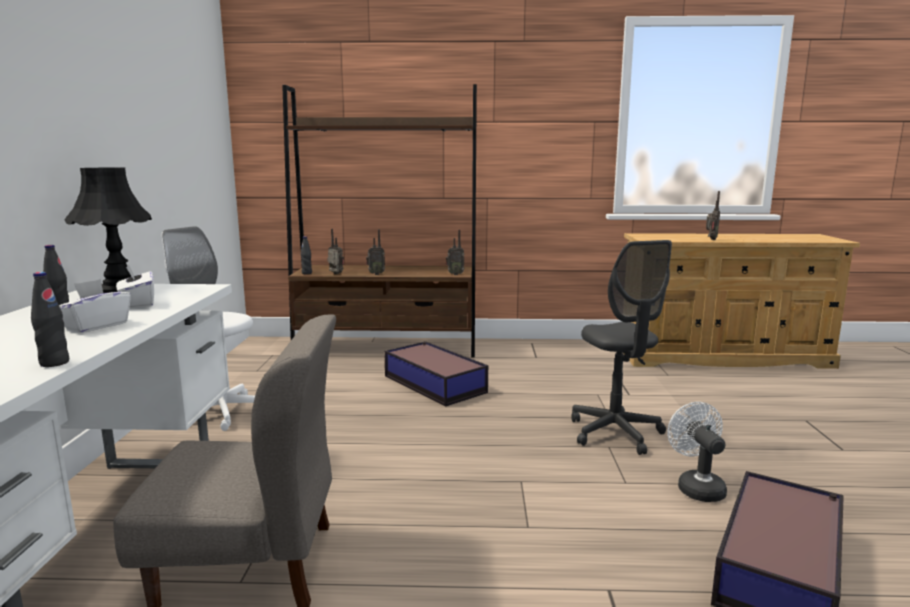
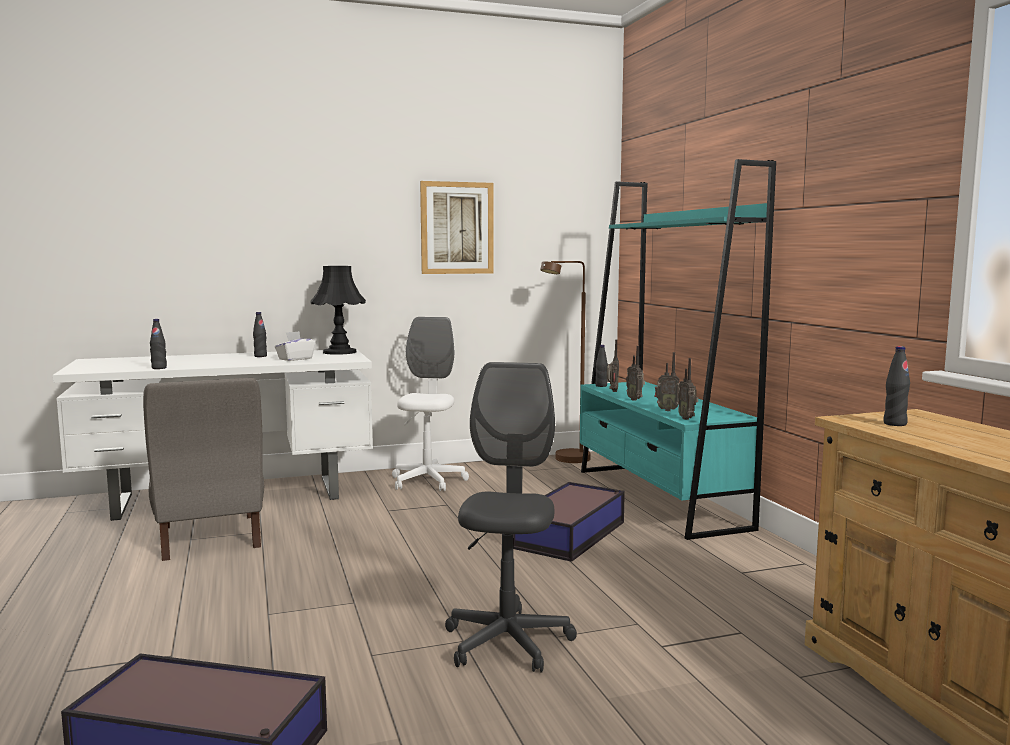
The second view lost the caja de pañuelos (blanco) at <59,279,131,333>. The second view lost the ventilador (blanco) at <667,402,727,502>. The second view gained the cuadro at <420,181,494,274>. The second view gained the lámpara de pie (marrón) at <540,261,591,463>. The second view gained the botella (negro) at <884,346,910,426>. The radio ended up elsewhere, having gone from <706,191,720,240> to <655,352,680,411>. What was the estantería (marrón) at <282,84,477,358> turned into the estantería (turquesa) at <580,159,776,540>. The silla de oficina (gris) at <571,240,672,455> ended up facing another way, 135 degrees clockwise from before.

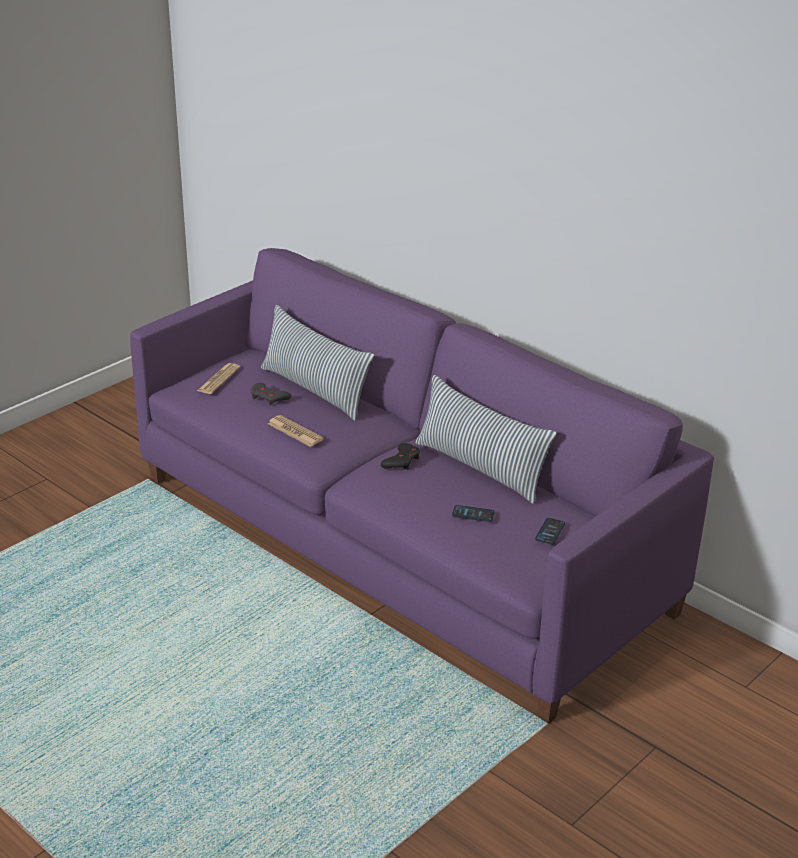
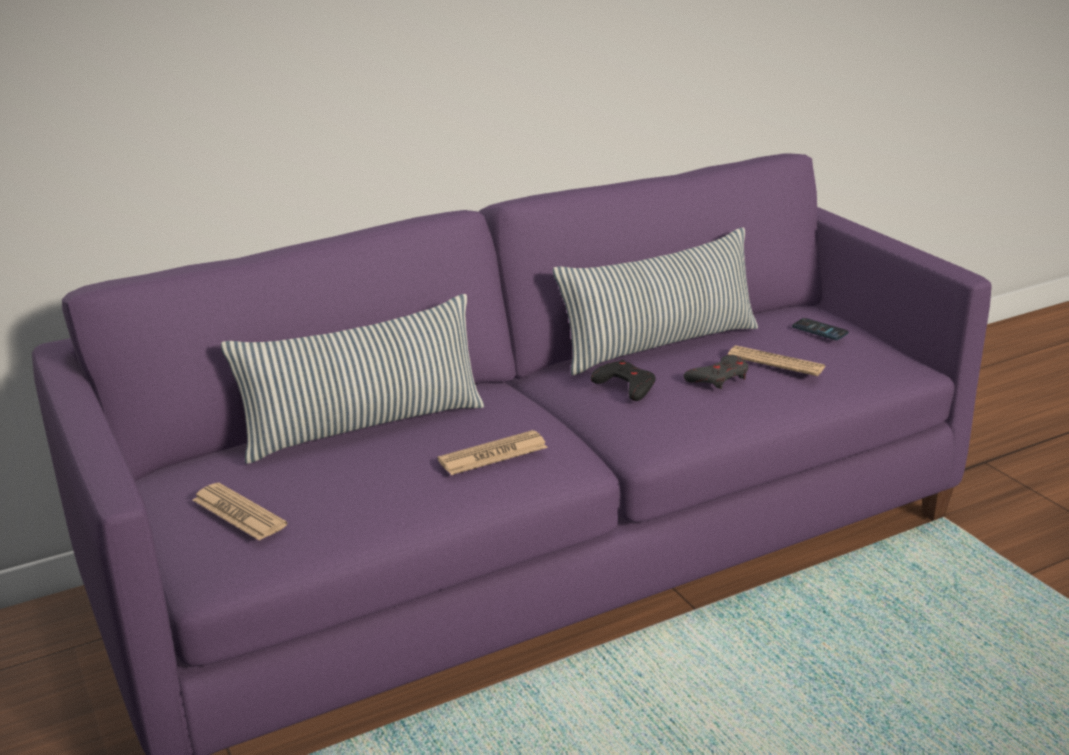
The mando de consola (gris) ended up elsewhere, having gone from <250,383,291,405> to <684,355,749,389>. Where the móvil stood at <452,505,495,522>, the periódico came to stand at <728,346,826,376>.

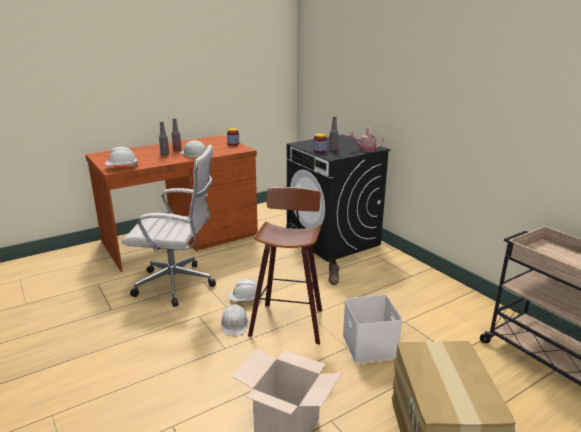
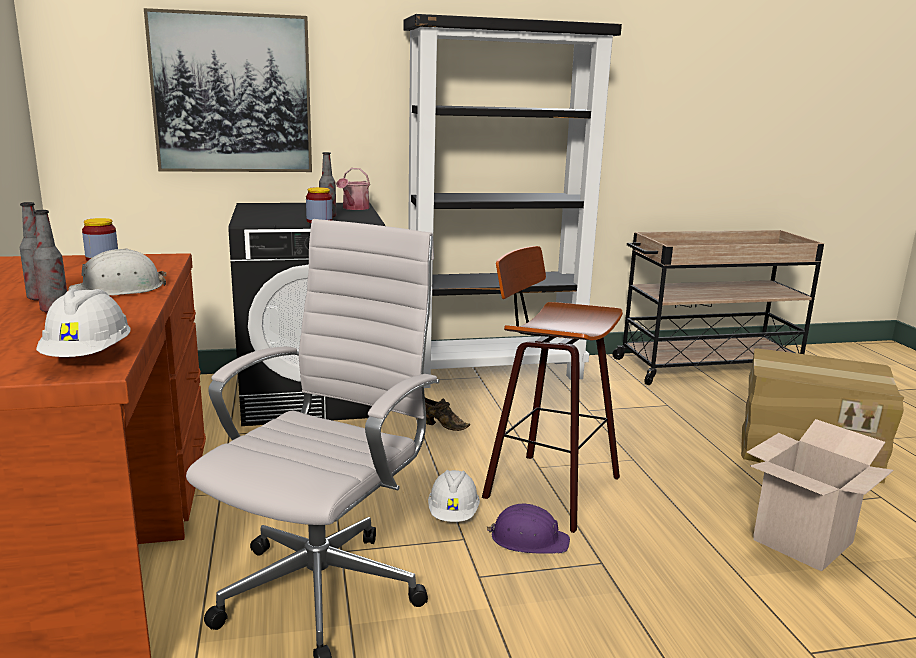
The second view lost the caja de almacenaje (blanco) at <343,295,403,364>. The second view gained the cuadro at <144,8,312,172>. The second view gained the estantería (negro) at <403,14,622,388>. What was the casco (blanco) at <221,304,249,336> turned into the casco (morado) at <487,504,570,554>.

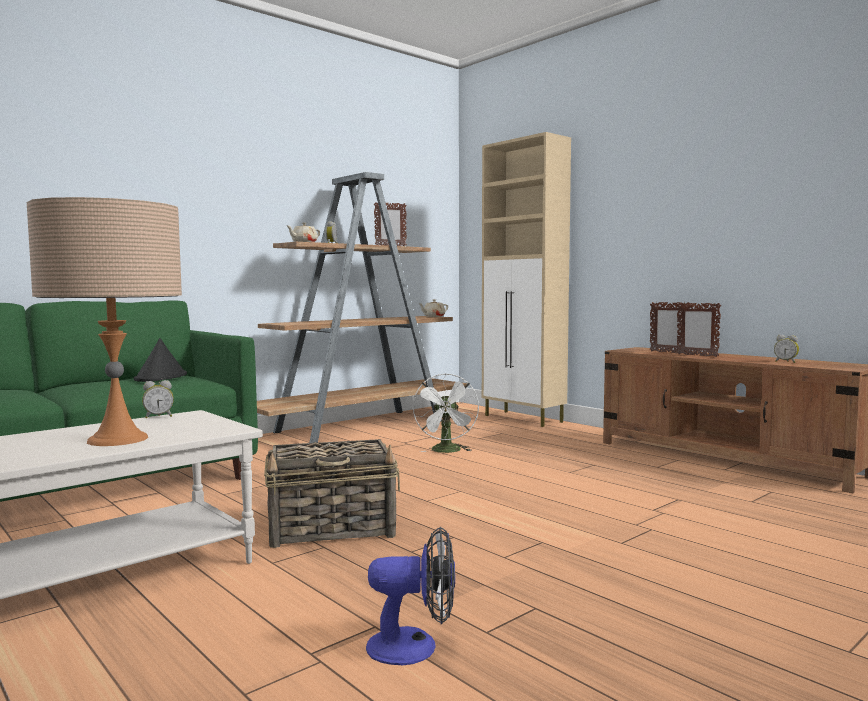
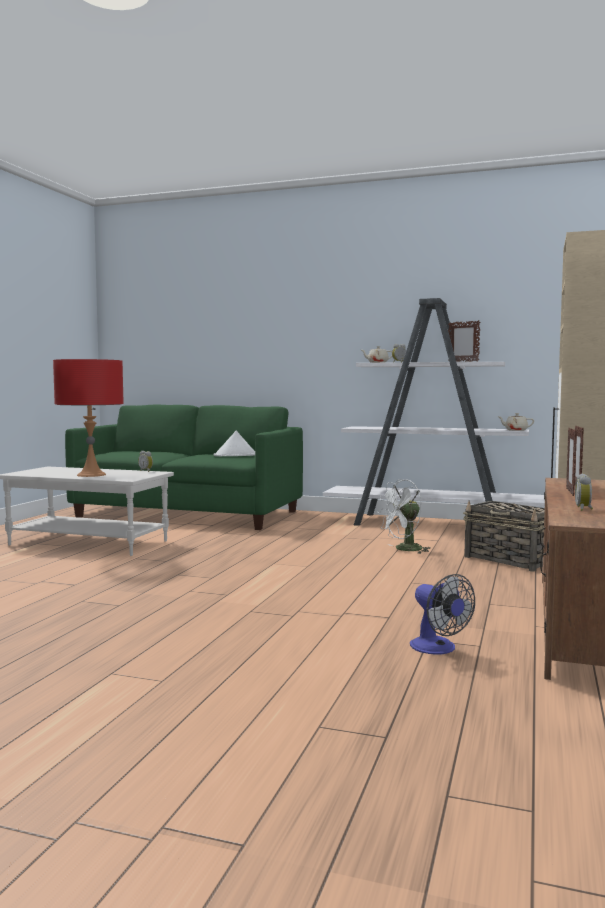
The cesta ended up elsewhere, having gone from <264,439,400,548> to <463,500,545,572>. The ventilador ended up elsewhere, having gone from <366,526,455,665> to <410,574,475,655>. What was the lámpara de mesa (beis) at <27,197,182,446> turned into the lámpara de mesa (rojo) at <53,359,124,477>. What was the sombrero (negro) at <134,338,187,382> turned into the sombrero (blanco) at <214,430,255,456>. What was the estantería (marrón) at <257,172,468,443> turned into the estantería (blanco) at <323,298,545,526>.

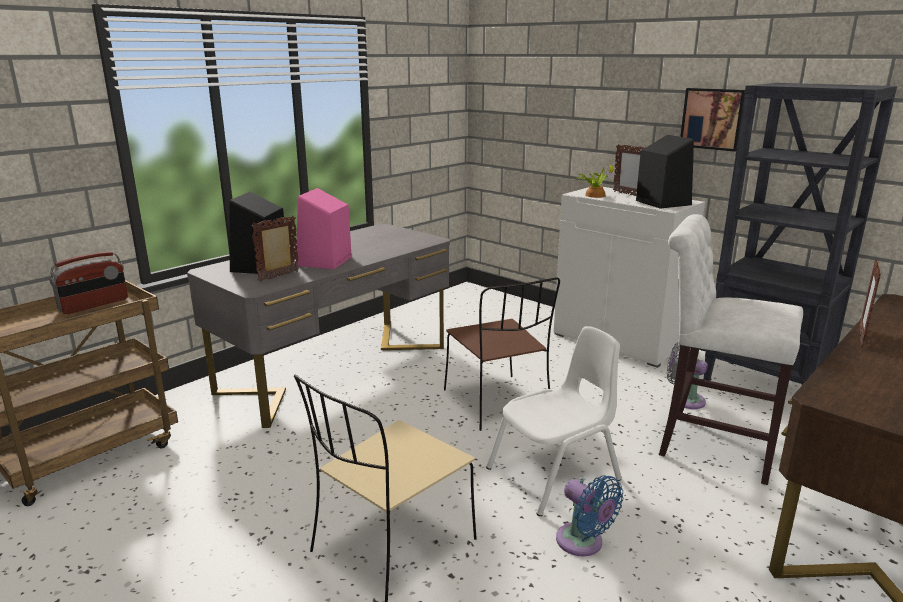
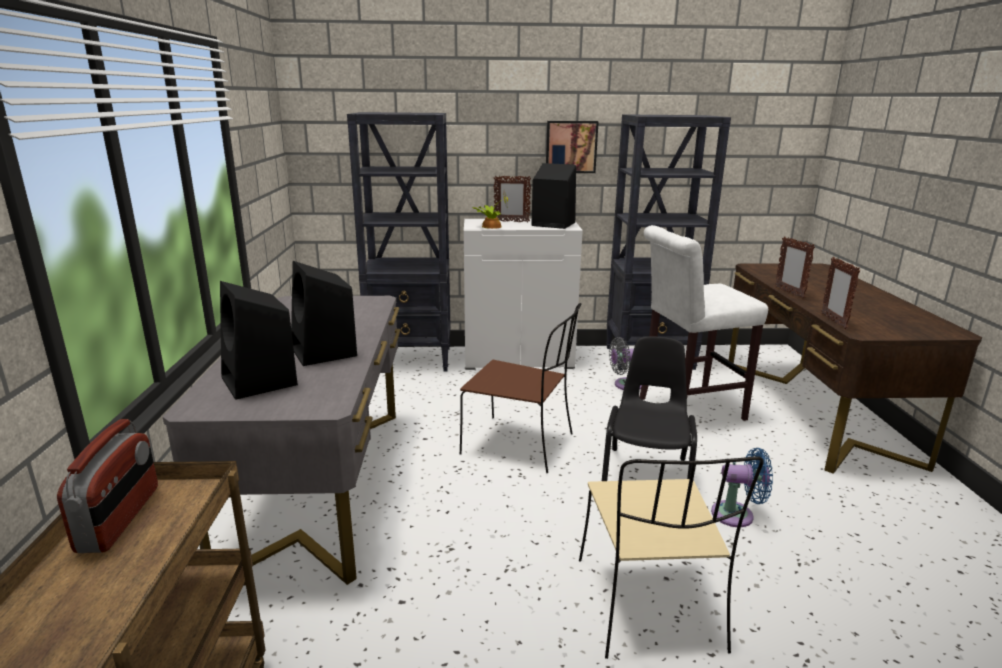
The second view gained the estantería (negro) at <347,112,451,372>. The portarretratos ended up elsewhere, having gone from <251,215,299,282> to <821,257,860,329>. What was the altavoz (rosa) at <296,188,352,269> turned into the altavoz (negro) at <291,261,357,366>. What was the silla (blanco) at <486,326,622,516> turned into the silla (negro) at <602,336,697,481>.

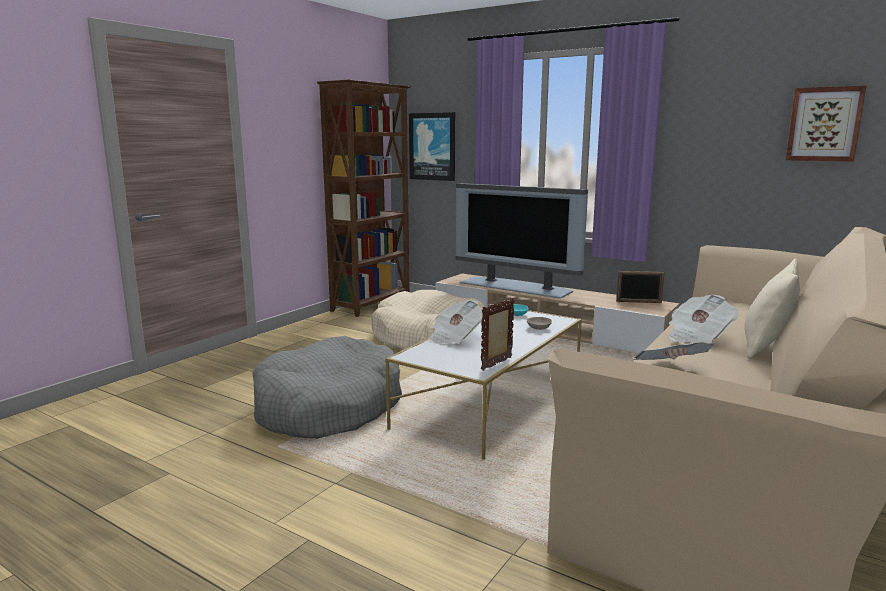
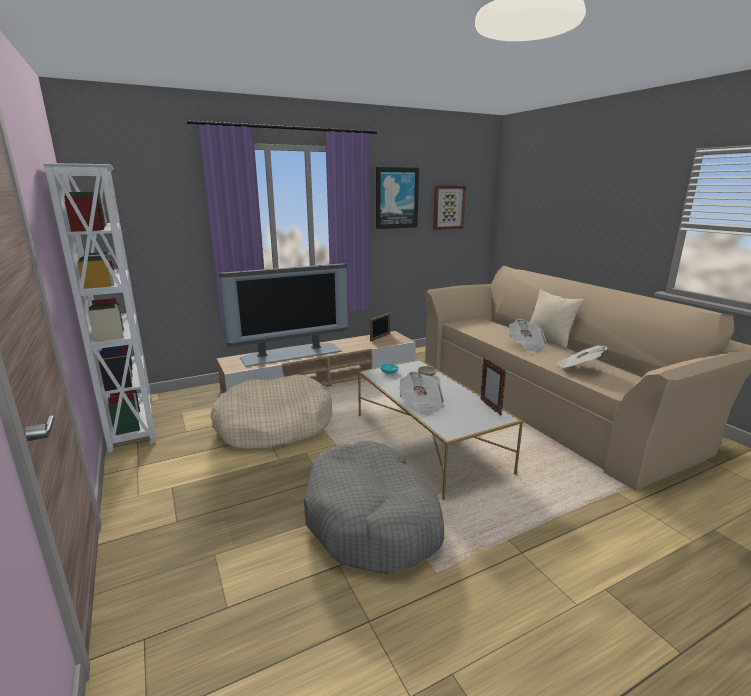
The cuadro ended up elsewhere, having gone from <409,112,455,181> to <376,167,419,229>. What was the estantería (marrón) at <317,80,411,317> turned into the estantería (blanco) at <43,163,157,453>.

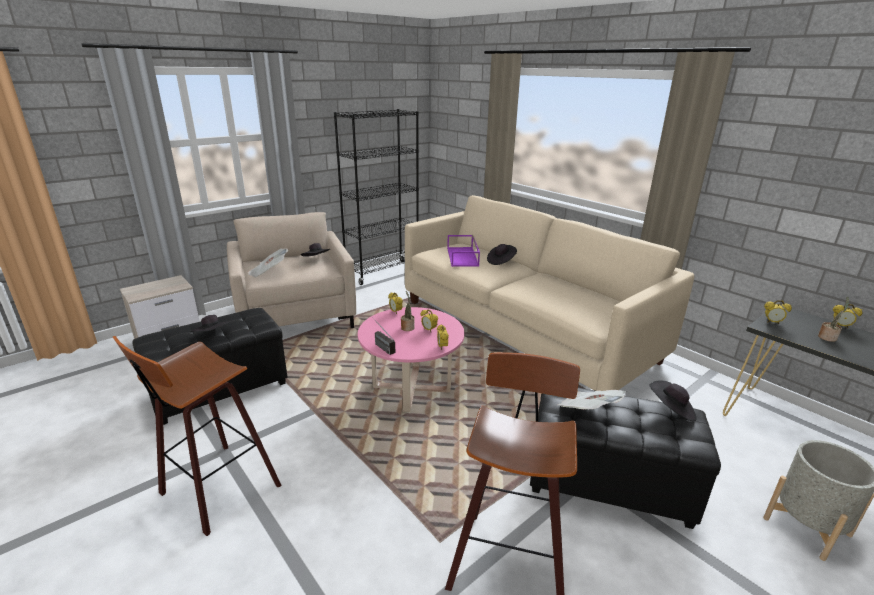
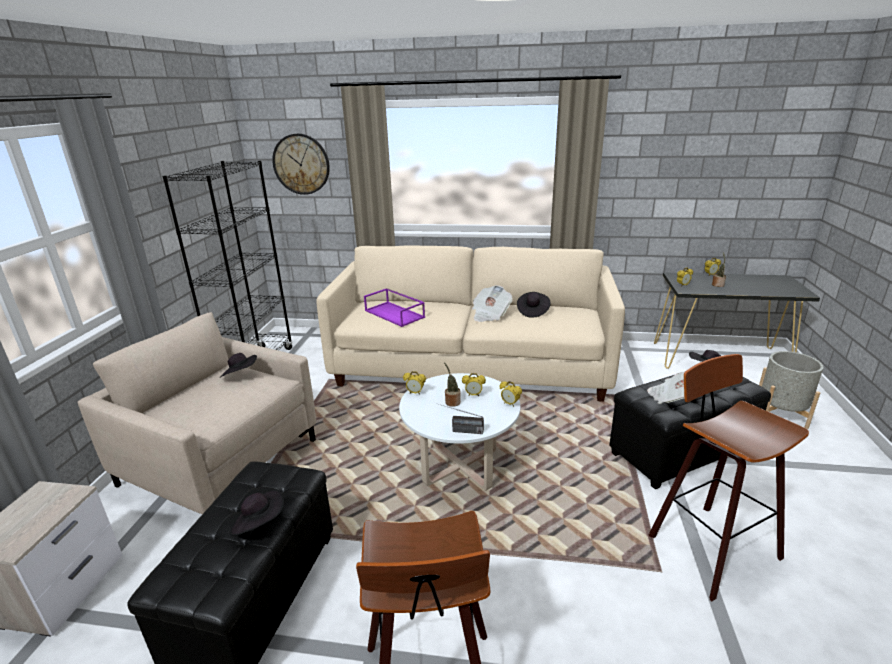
The second view gained the reloj de pared at <272,134,330,195>. The periódico ended up elsewhere, having gone from <248,248,288,278> to <472,285,513,322>. The sombrero (negro) ended up elsewhere, having gone from <487,244,517,265> to <517,292,551,318>. What was the mesa de centro (rosa) at <358,307,464,412> turned into the mesa de centro (blanco) at <399,373,520,491>.

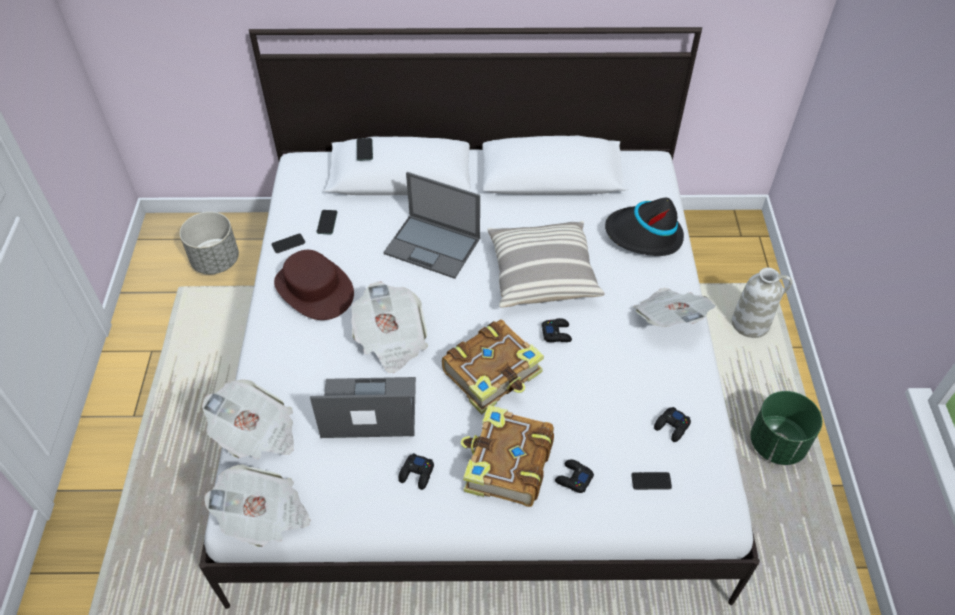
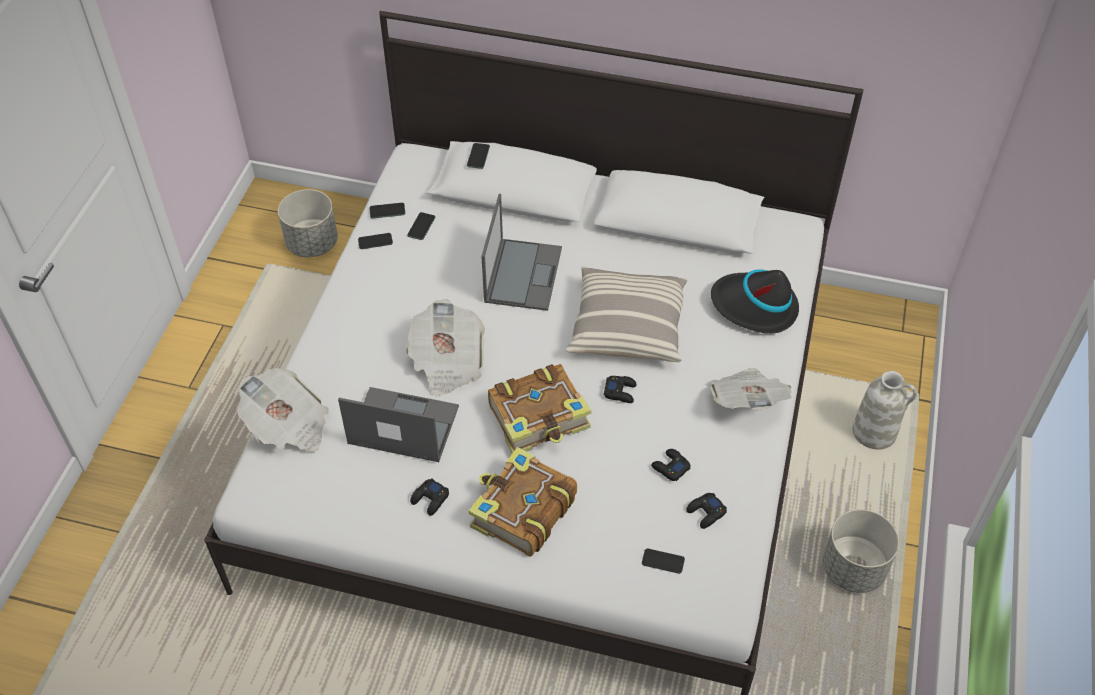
The second view lost the periódico at <204,464,311,547>. The second view lost the sombrero (marrón) at <274,250,354,320>. The second view gained the móvil at <369,203,405,218>. The mando de consola (negro) ended up elsewhere, having gone from <555,460,594,493> to <651,449,691,481>. What was the maceta (verde) at <751,391,822,465> turned into the maceta (gris) at <823,509,899,593>. The portátil at <383,172,480,279> ended up facing another way, 120 degrees counterclockwise from before.

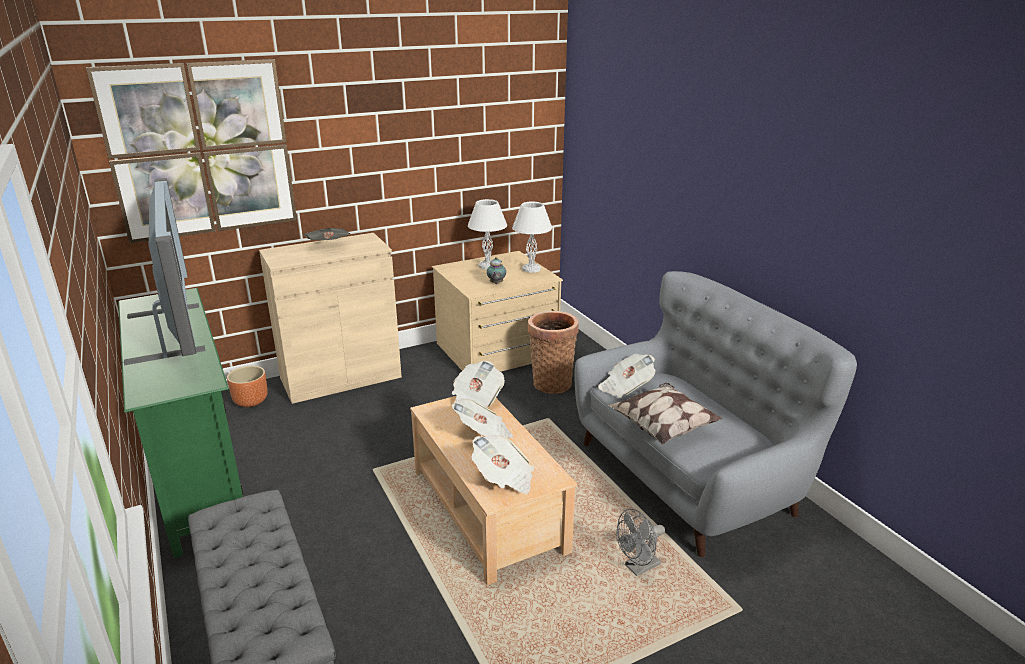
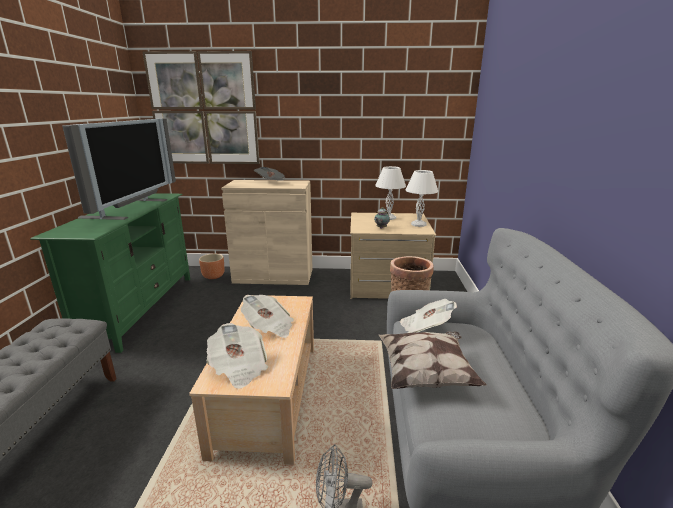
The second view lost the periódico at <452,361,505,412>.

